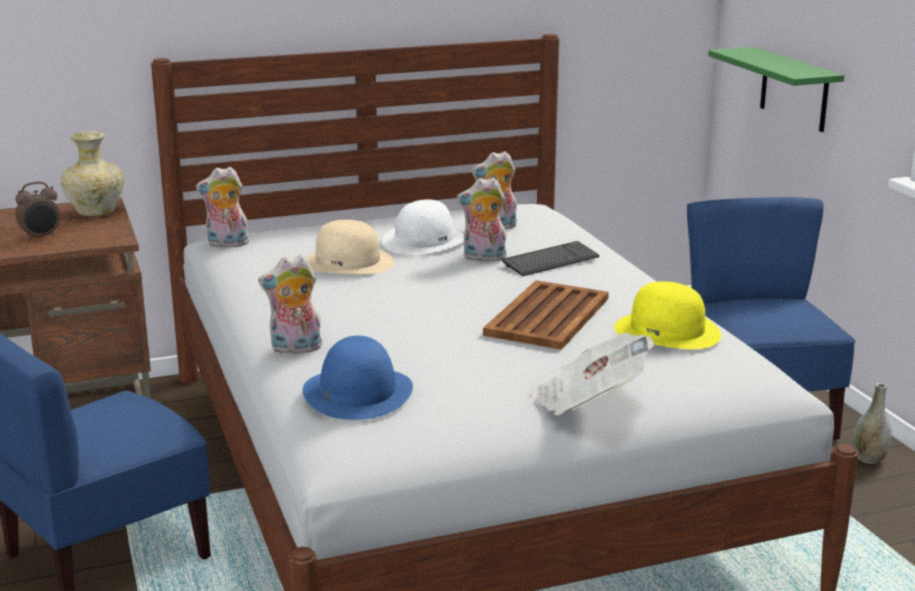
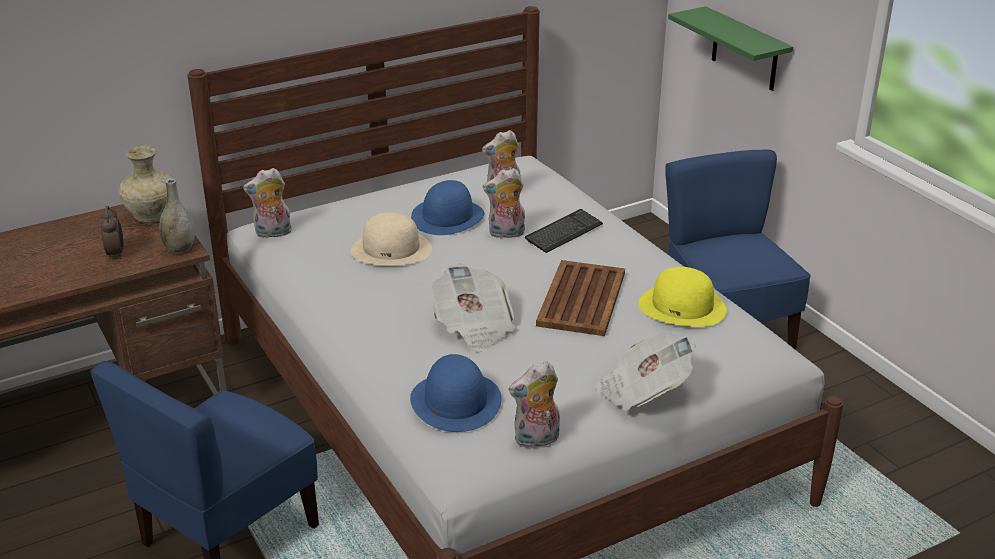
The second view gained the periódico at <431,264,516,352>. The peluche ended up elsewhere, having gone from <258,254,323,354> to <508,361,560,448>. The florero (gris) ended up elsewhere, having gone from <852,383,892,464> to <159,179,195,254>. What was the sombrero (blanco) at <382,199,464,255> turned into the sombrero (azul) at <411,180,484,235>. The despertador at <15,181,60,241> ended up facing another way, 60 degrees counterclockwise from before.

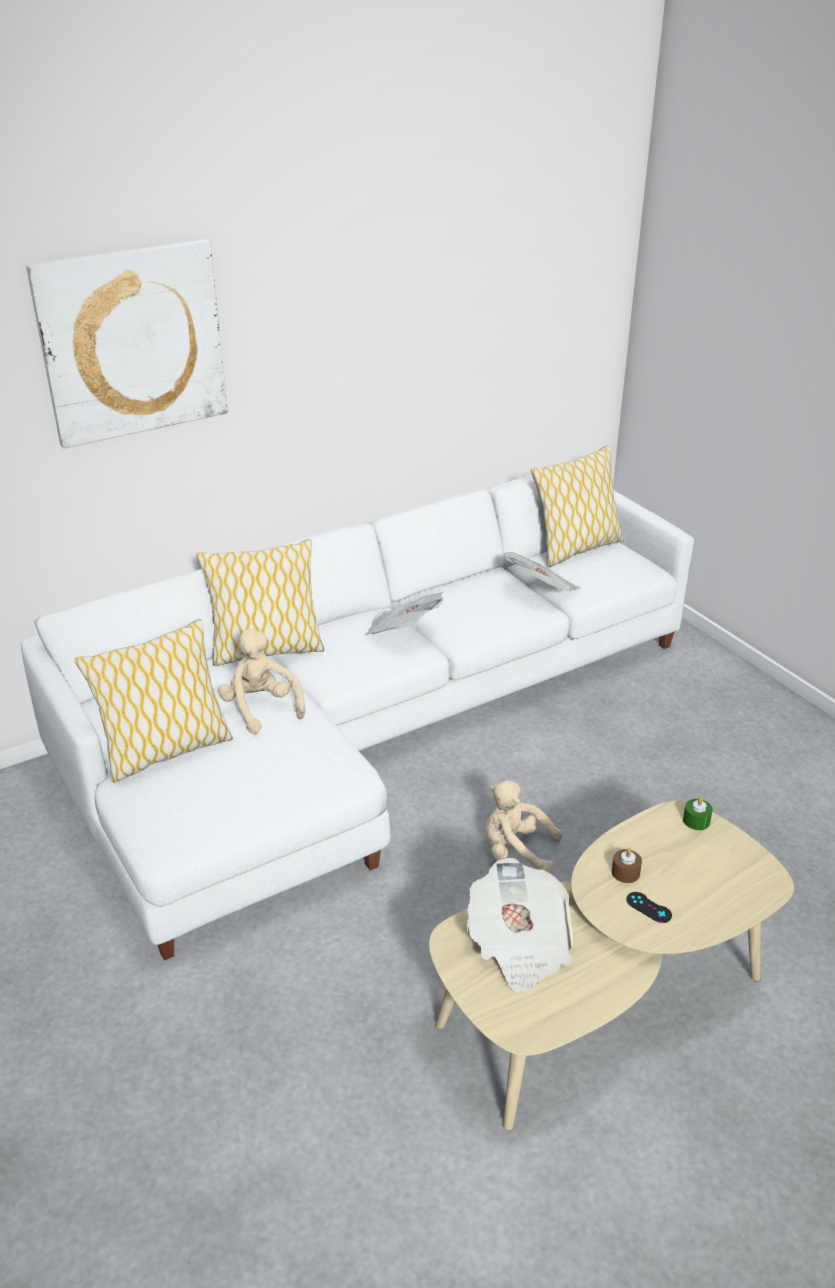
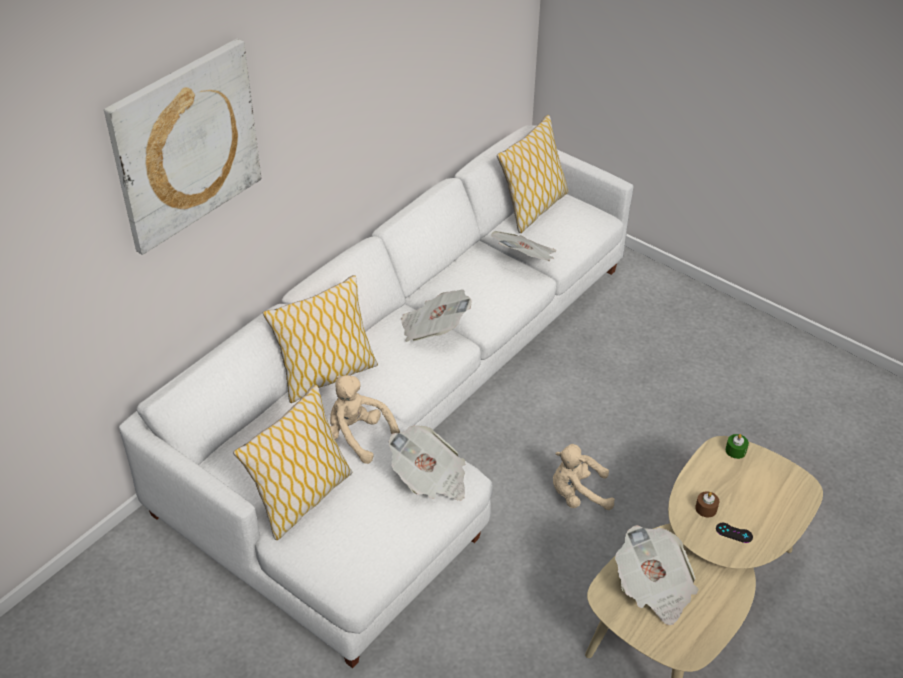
The second view gained the periódico at <389,425,465,501>.

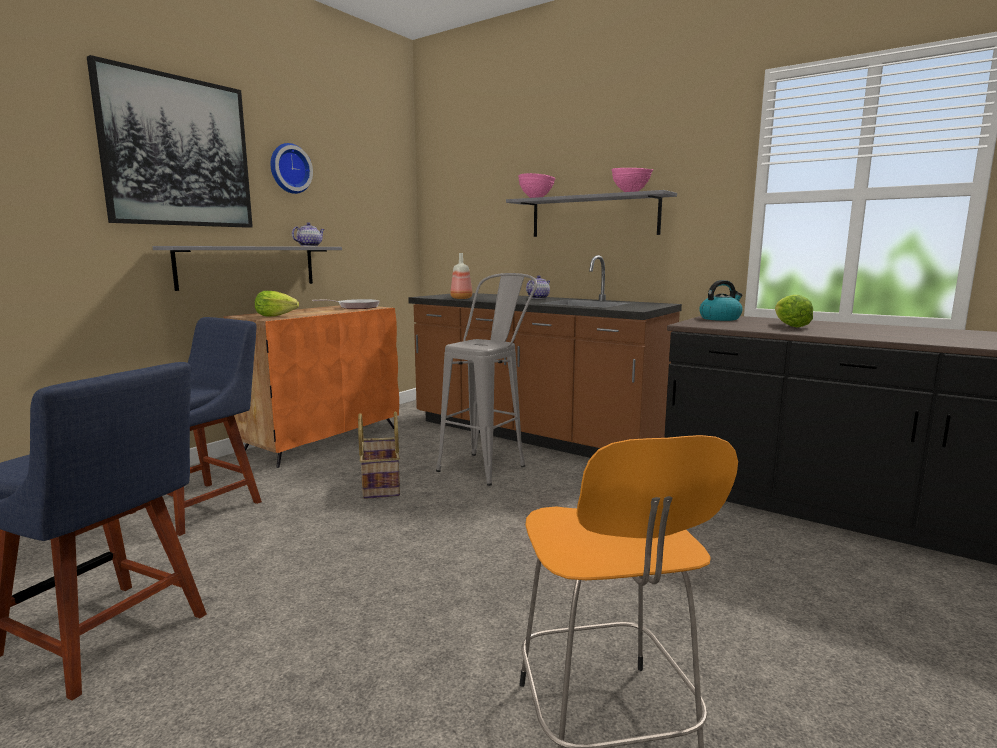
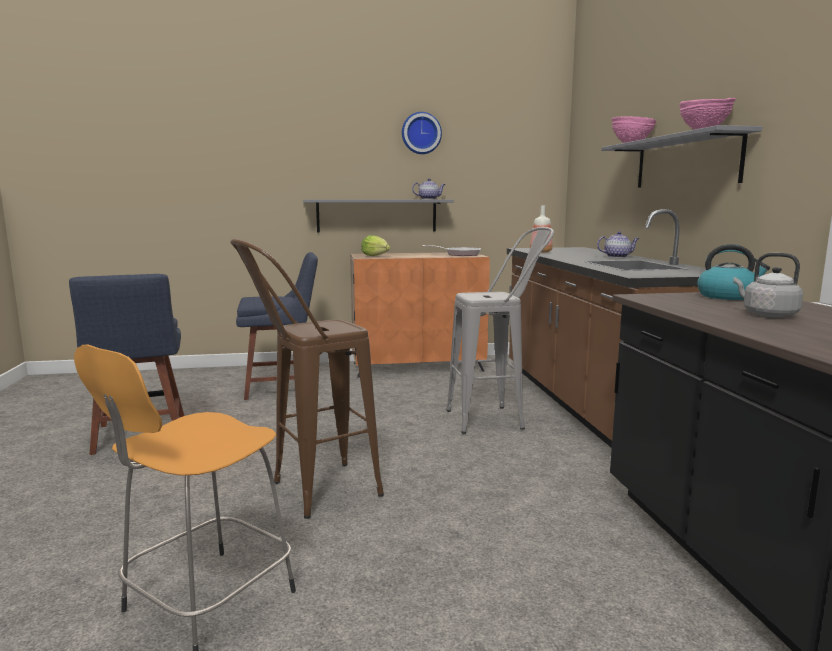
The second view lost the cuadro at <87,55,253,228>. The second view lost the cesta at <358,412,400,499>. The second view gained the taburete (marrón) at <230,239,384,519>. Where the lechuga stood at <775,295,813,327>, the hervidor (gris) came to stand at <733,253,803,317>.

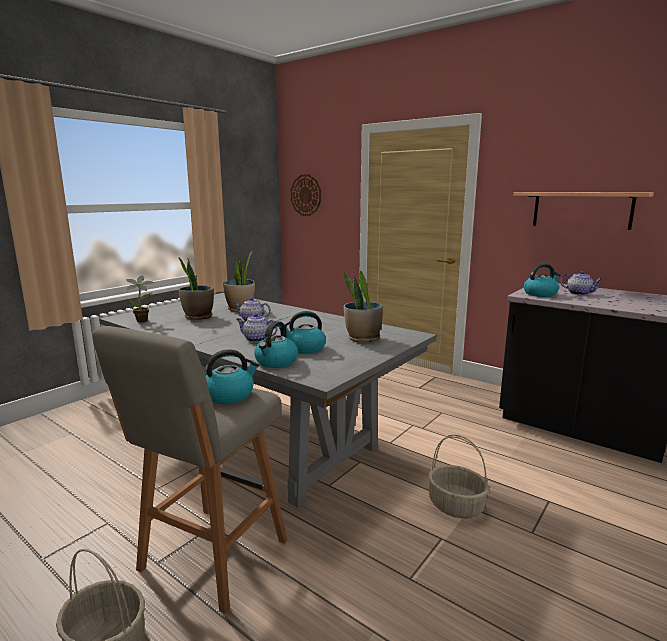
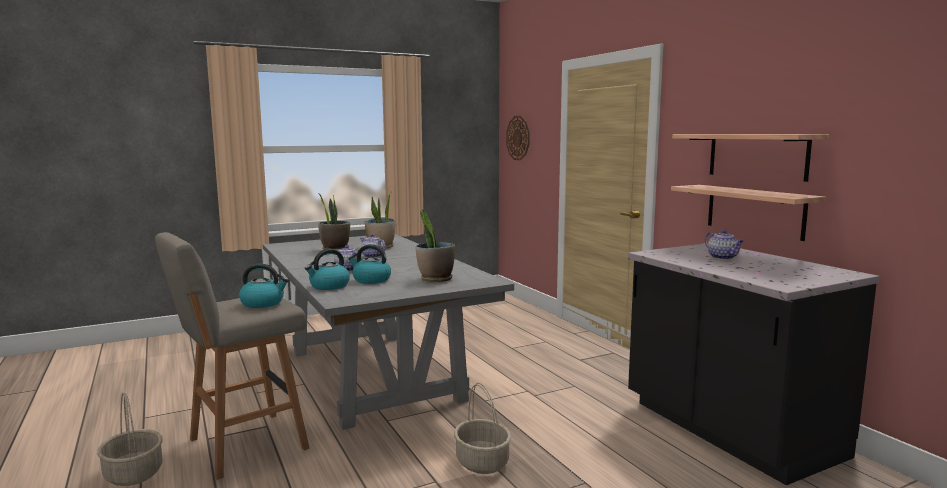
The second view lost the planta en maceta at <126,276,155,323>. The second view lost the hervidor at <524,263,561,297>. The second view gained the estante at <671,185,826,241>.

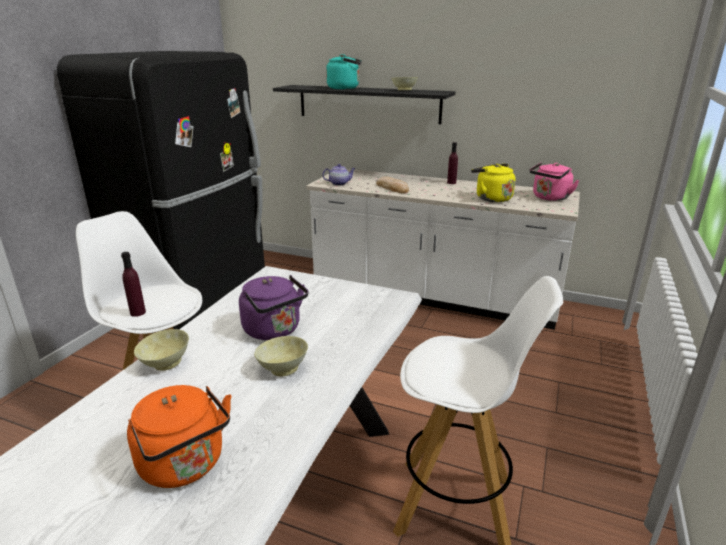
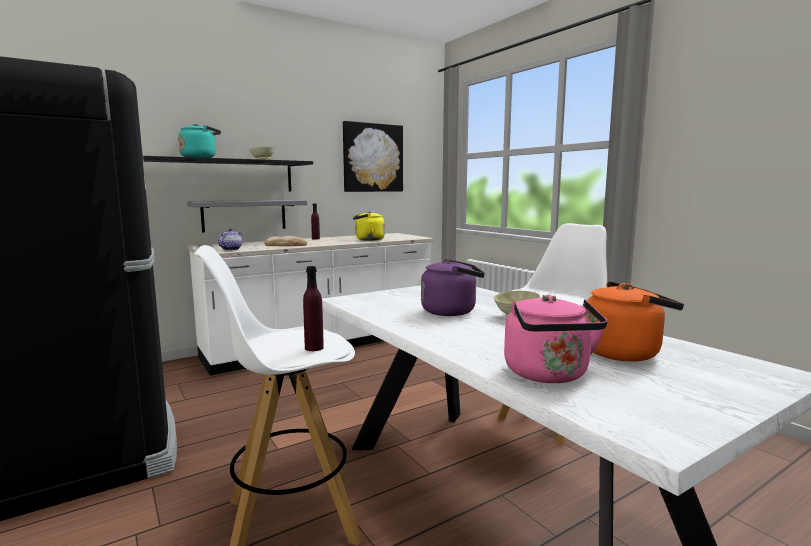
The second view lost the cuenco (beis) at <134,329,189,371>. The second view gained the estante (gris) at <187,200,307,232>. The second view gained the cuadro at <343,121,403,192>. The hervidor (rosa) ended up elsewhere, having gone from <530,162,579,201> to <504,294,607,383>.

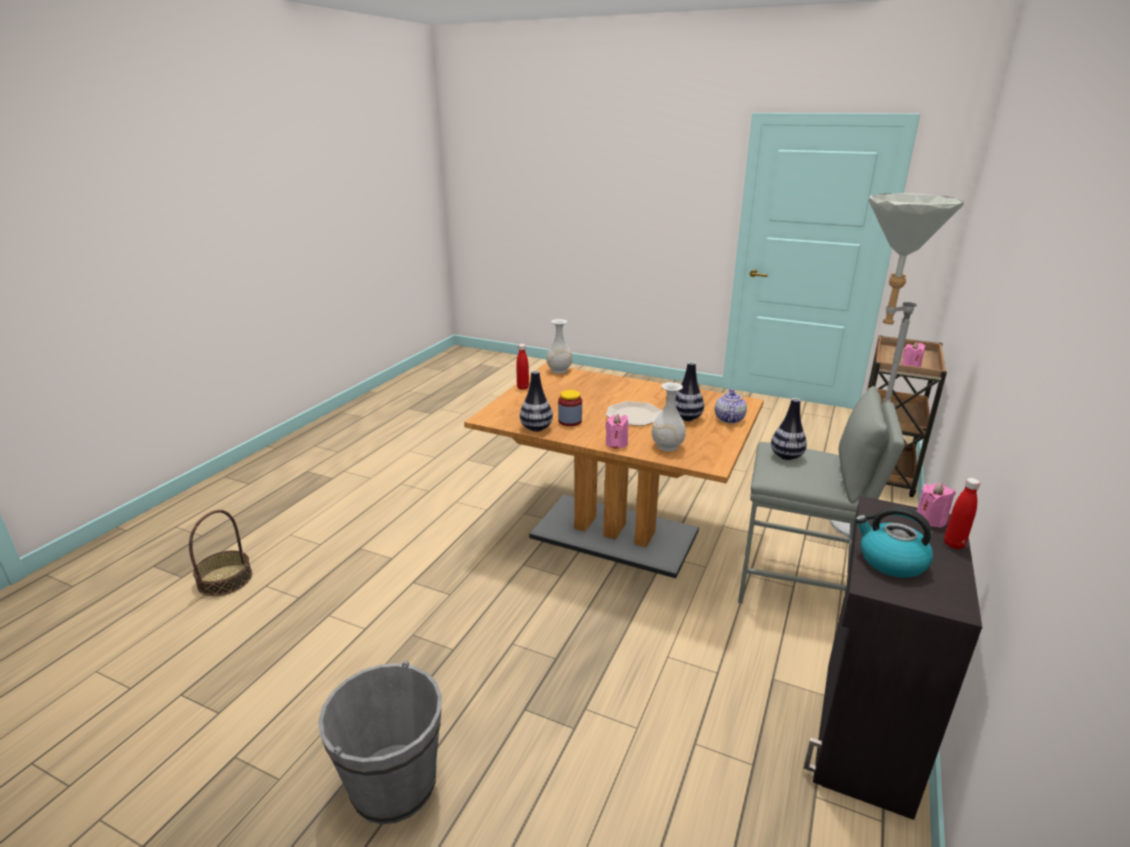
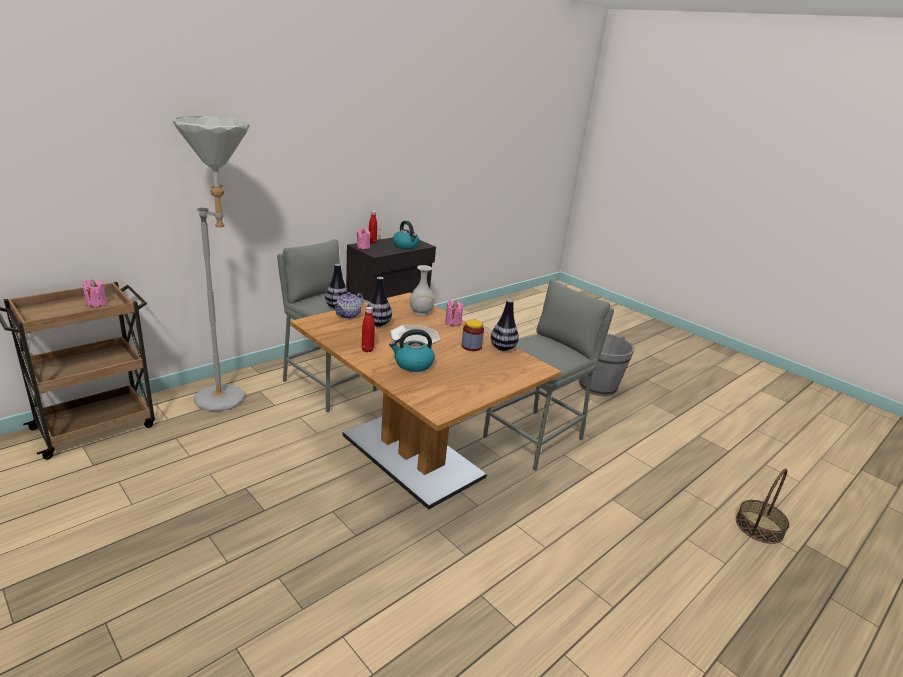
The second view lost the florero (blanco) at <546,319,572,374>. The second view gained the hervidor at <389,329,435,372>. The second view gained the taburete (gris) at <483,279,614,471>. The botella (rojo) ended up elsewhere, having gone from <516,344,529,390> to <362,307,375,352>.

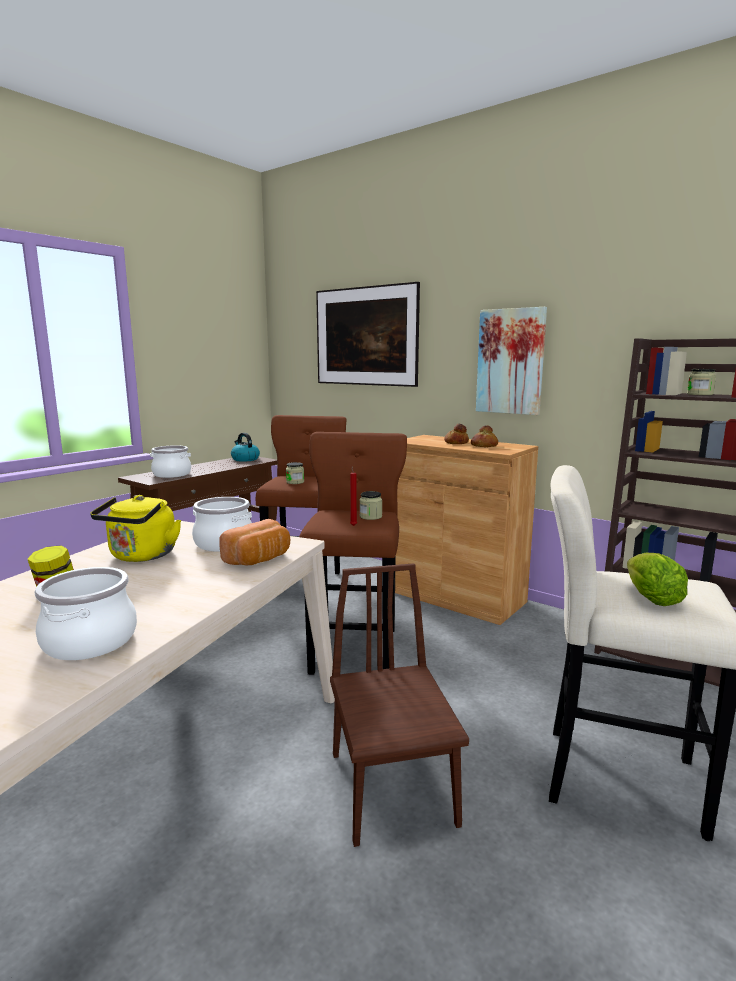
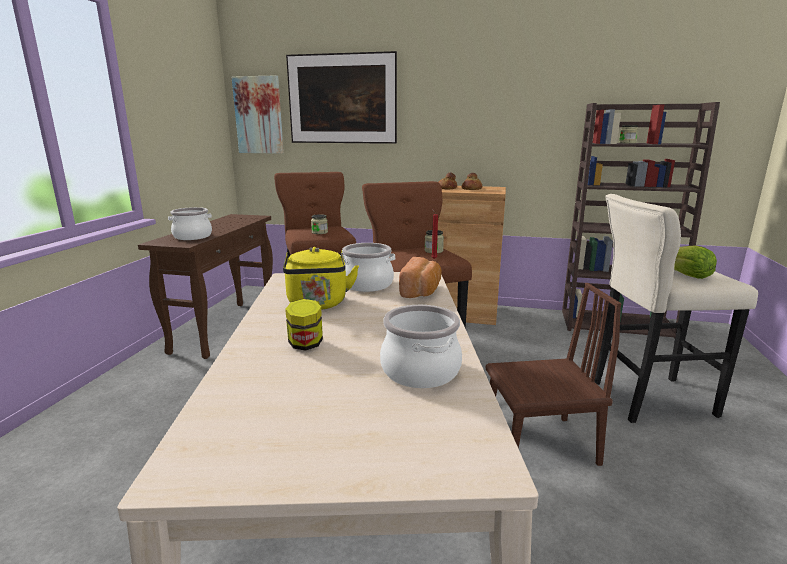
The second view lost the hervidor at <231,433,260,462>. The cuadro ended up elsewhere, having gone from <476,307,547,415> to <232,75,284,154>. The silla (marrón) at <330,563,469,847> ended up facing another way, 120 degrees clockwise from before.

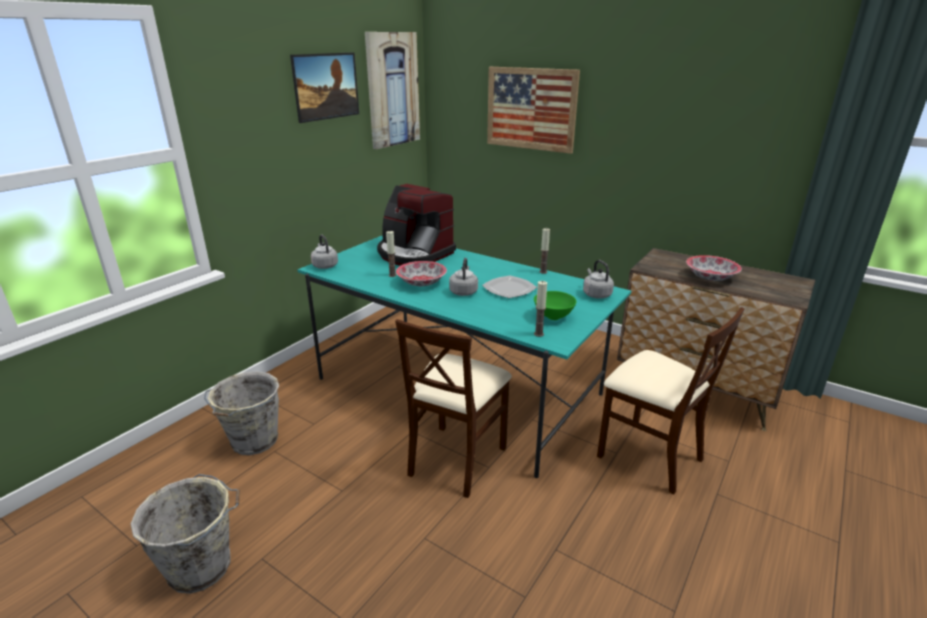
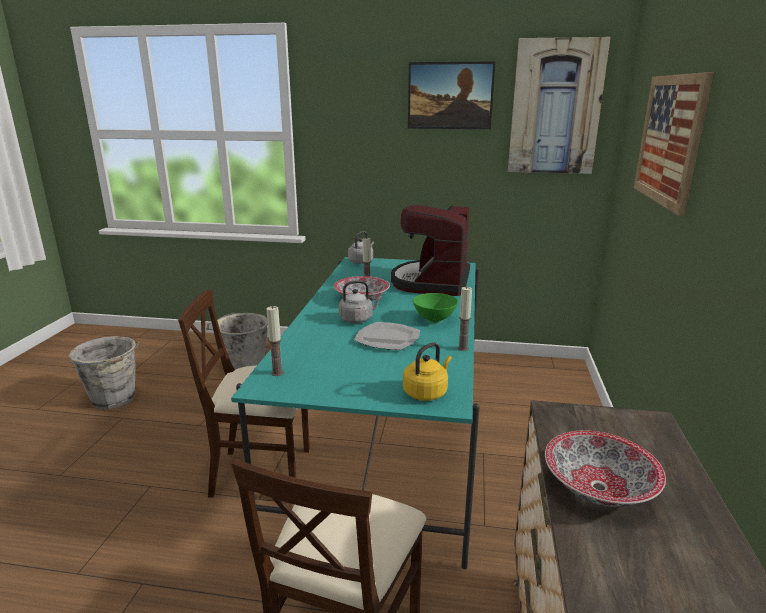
The cuenco (verde) ended up elsewhere, having gone from <534,291,577,320> to <413,293,458,323>. What was the hervidor (gris) at <583,260,614,299> turned into the hervidor (amarillo) at <403,342,452,401>.

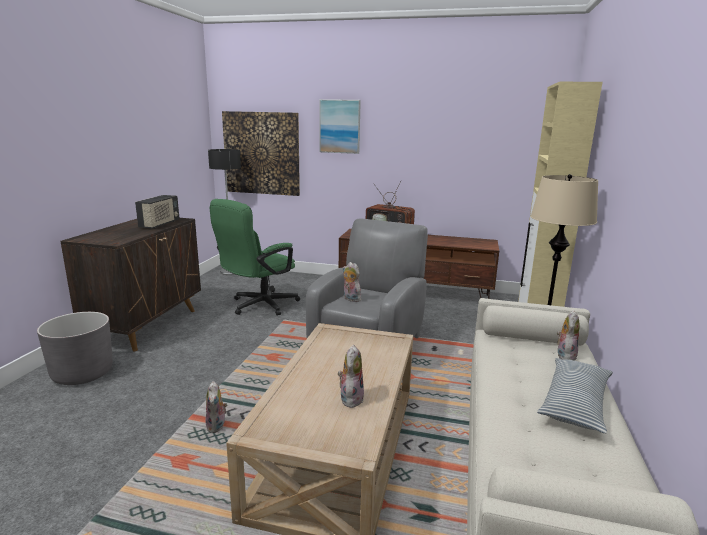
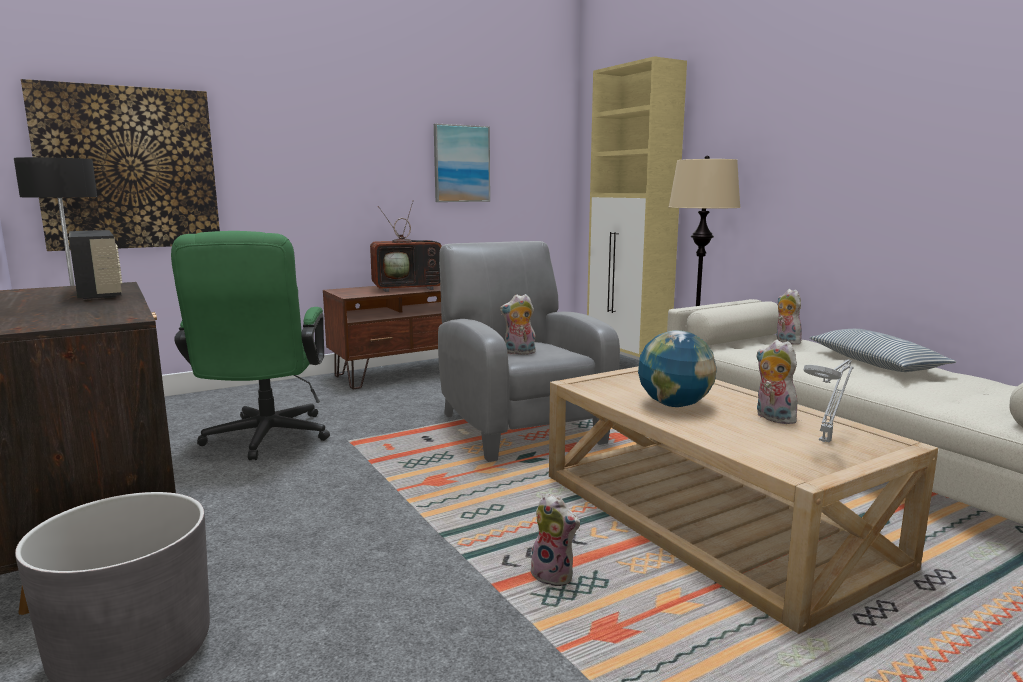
The second view gained the globo terráqueo at <638,330,717,407>. The second view gained the lámpara de mesa (gris) at <804,360,854,442>. The cuadro ended up elsewhere, having gone from <319,99,361,154> to <434,124,490,202>.

